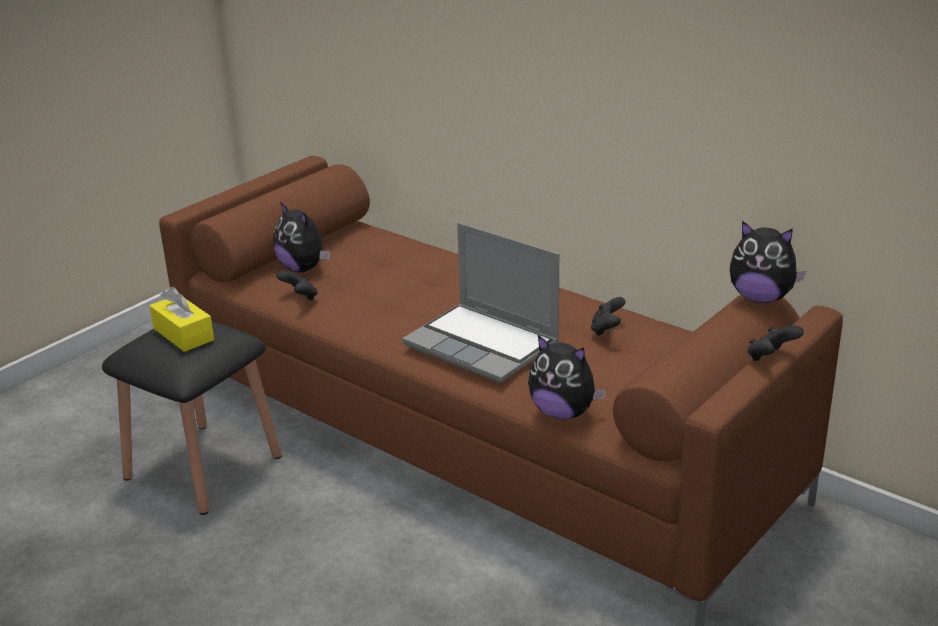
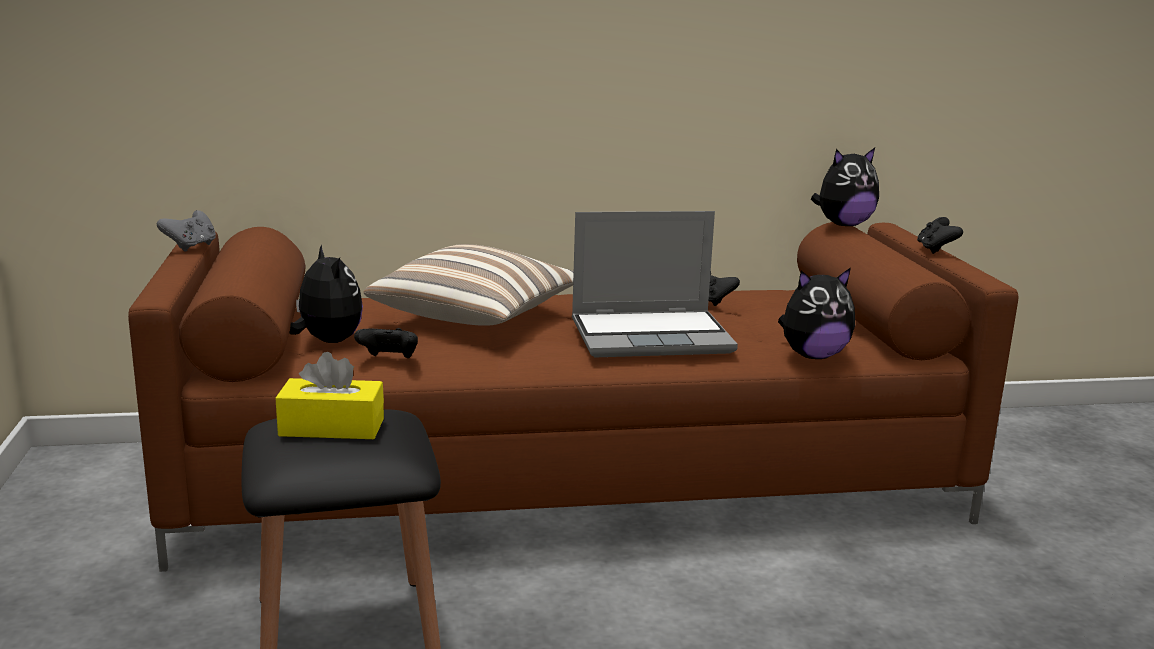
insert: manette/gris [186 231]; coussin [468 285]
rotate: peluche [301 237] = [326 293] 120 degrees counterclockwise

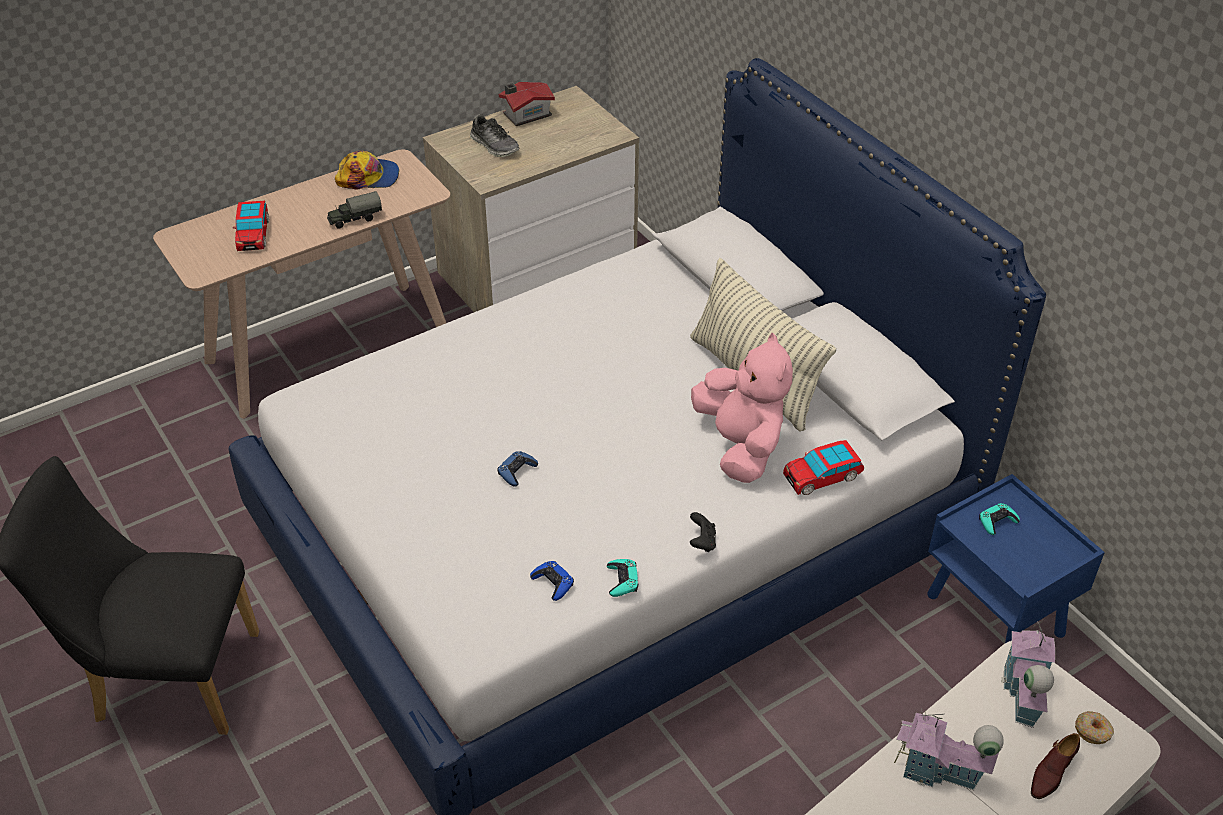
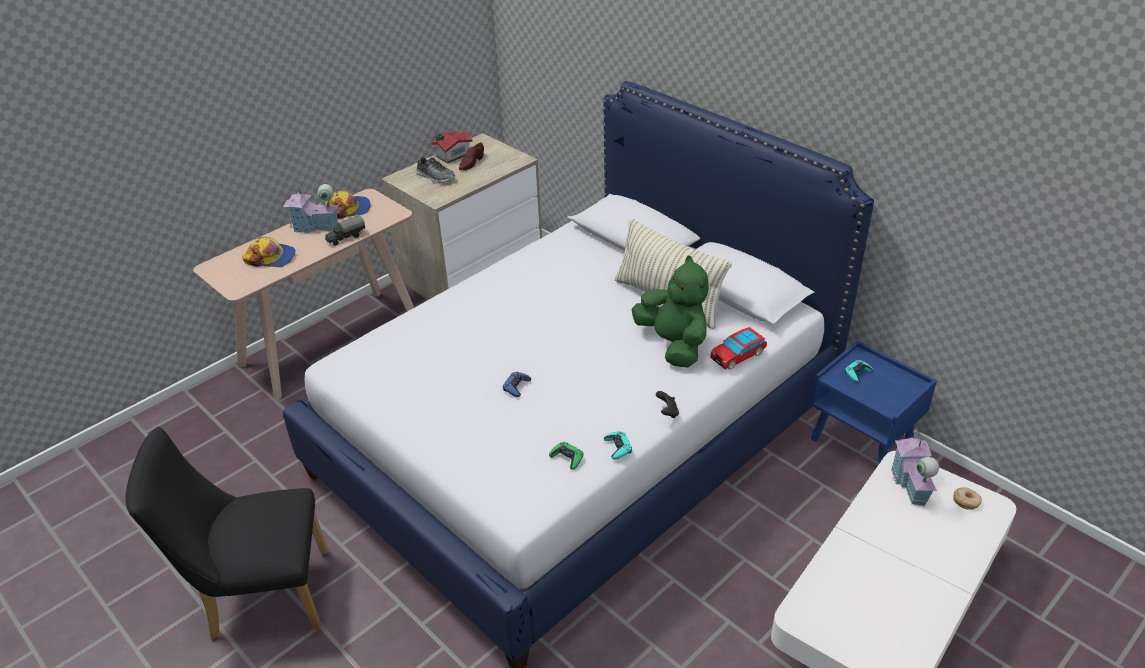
move: maison miniature [949 749] to [311 207]; chaussure/marron [1055 766] to [471 156]
replace: petite voiture [251 226] to casquette [269 252]
recolor: peluche/rose [742 408] to peluche/vert [670 311]; manette/bleu [552 581] to manette/vert [566 456]

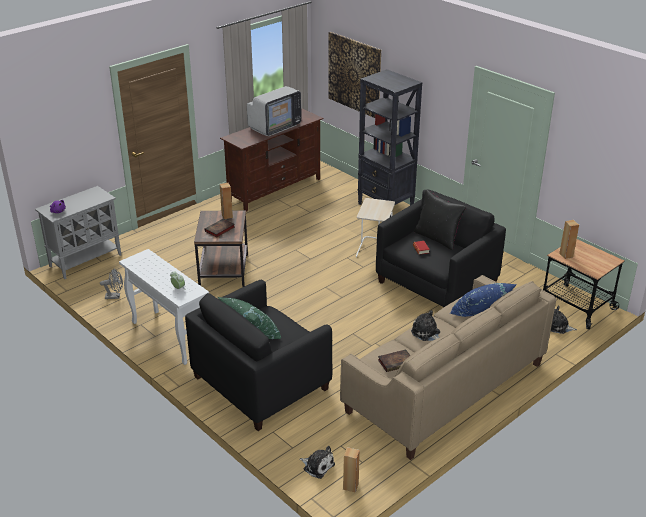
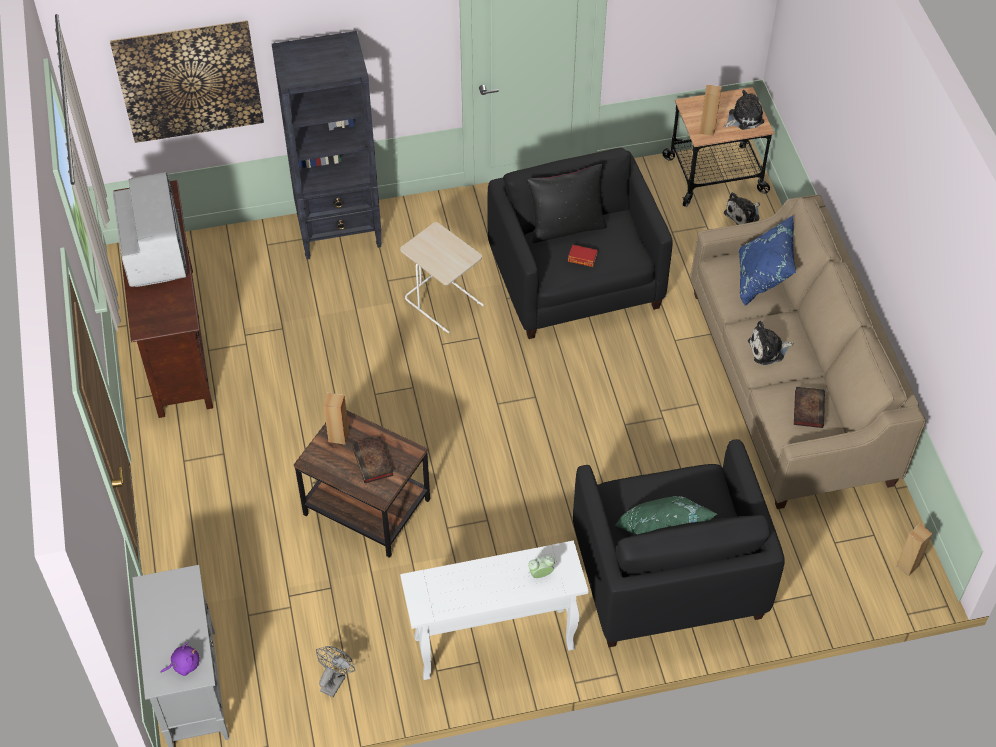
move: peluche [317 462] to [744 110]

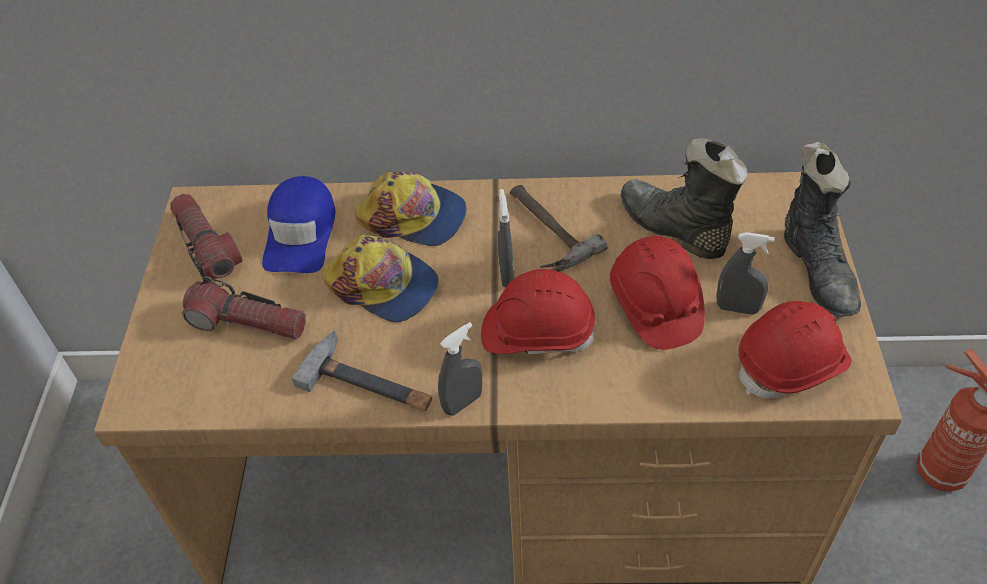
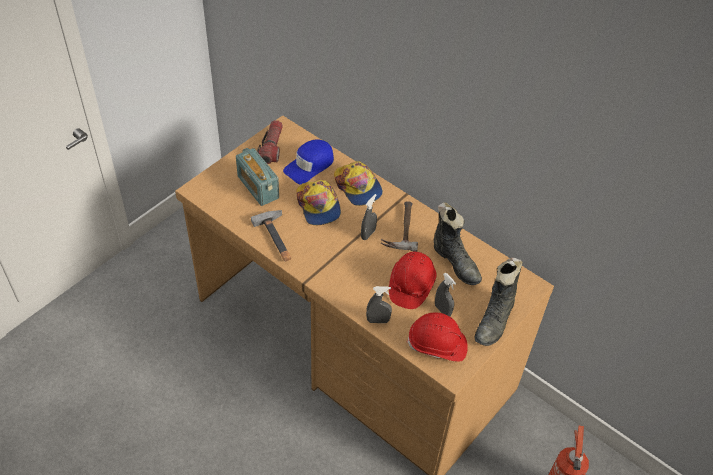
delete: casque de chantier/rouge [538 312]
move: vaporisateur/gris [460 369] to [379 304]
replace: lampe de poche [244 307] to radio [257 177]
rotate: botte/noir [684 198] = [458 244] 150 degrees clockwise

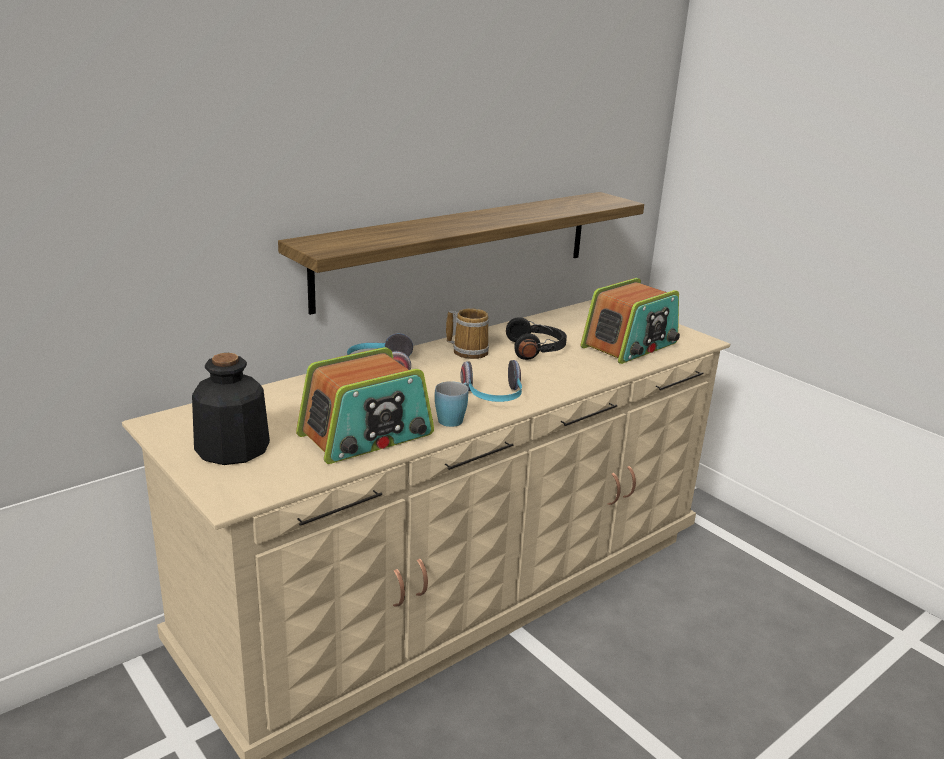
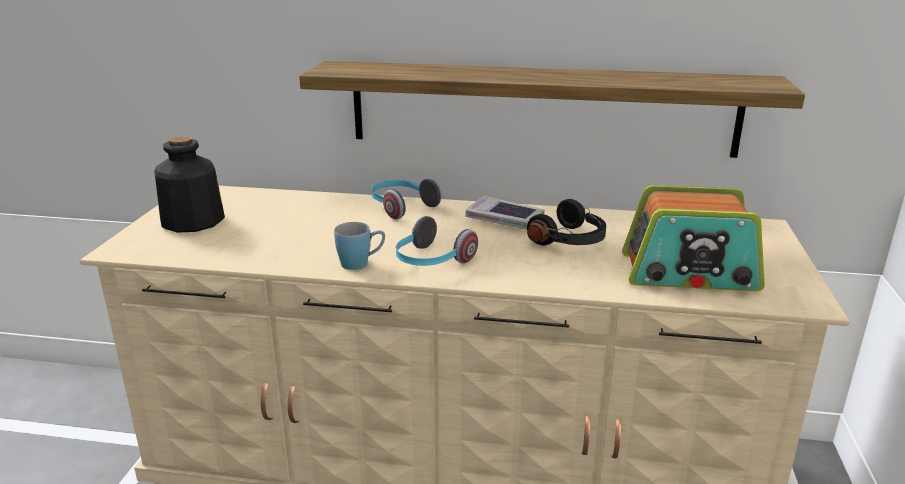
delete: radio [365 405]
replace: mug [467 333] to livre [504 212]

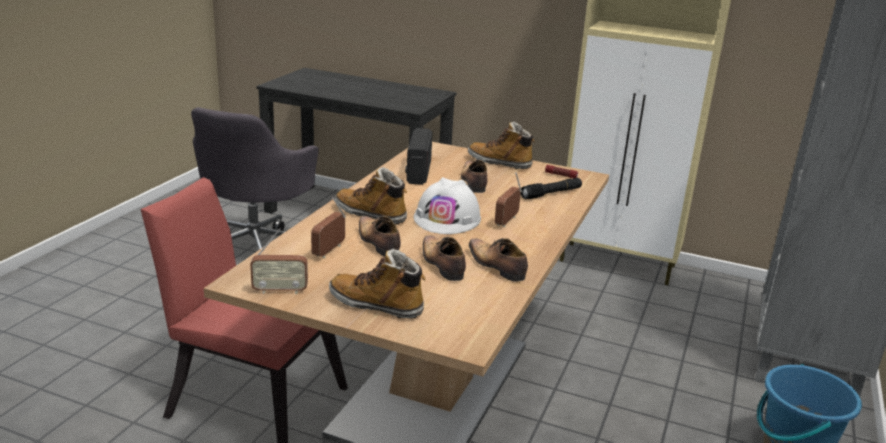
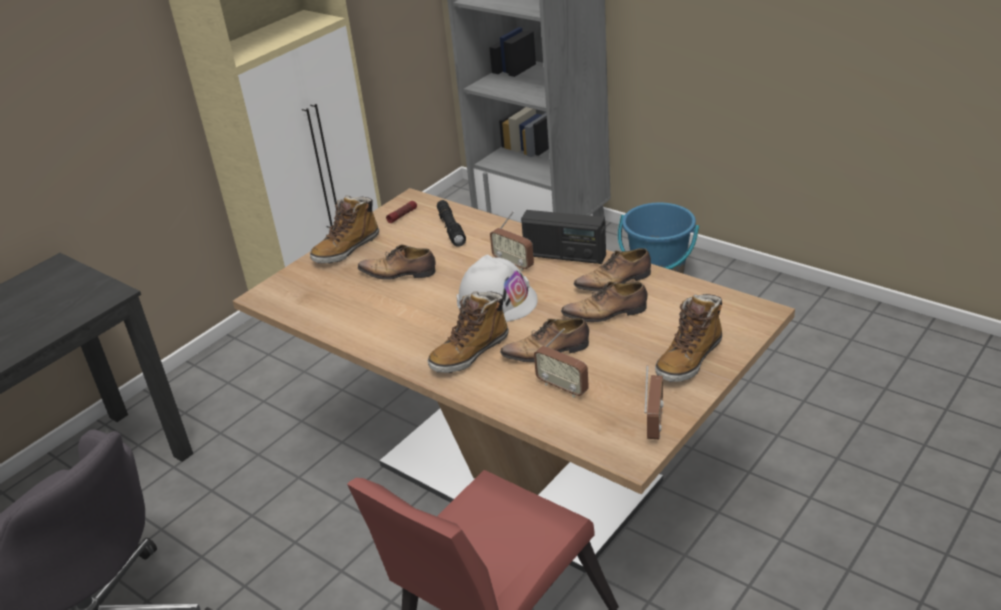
move: radio [419 156] to [563 237]

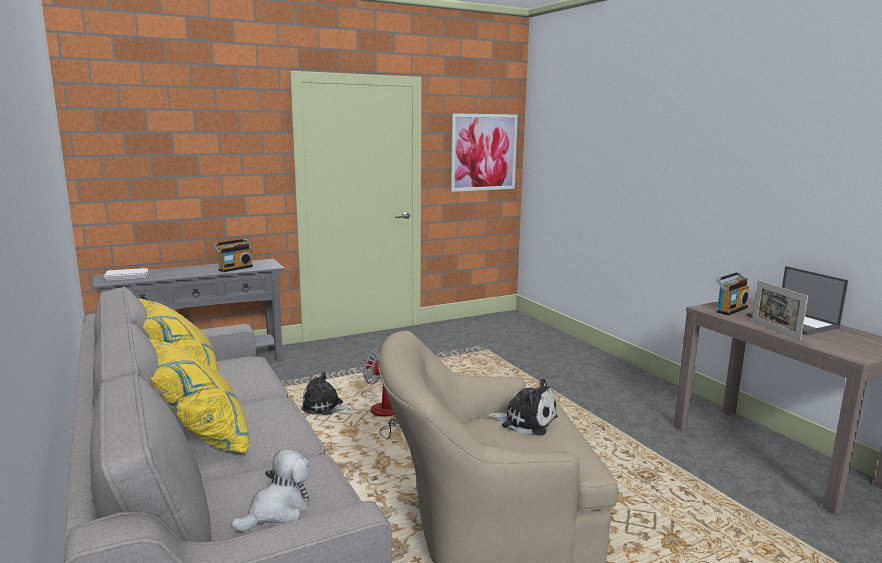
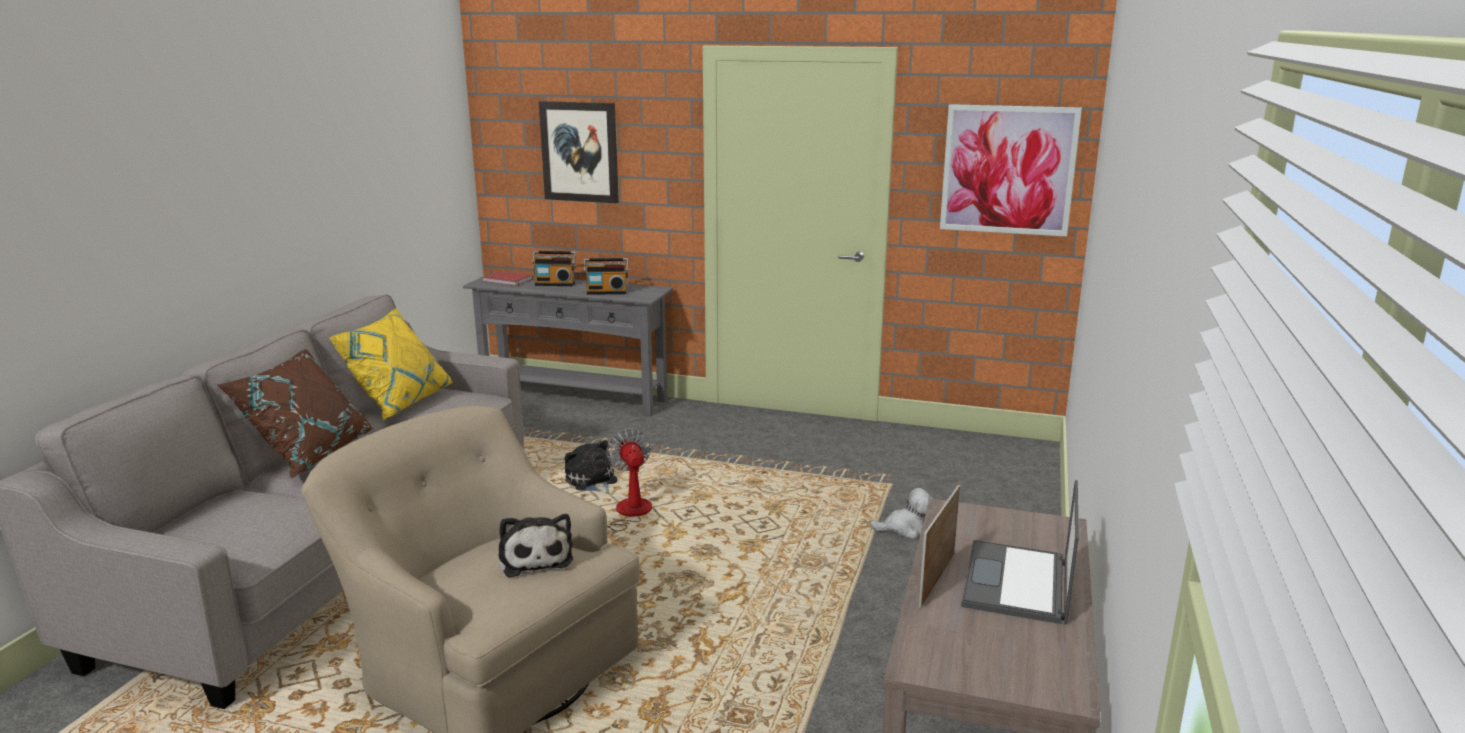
insert: tableau [579 152]
move: radio [732 294] to [554 268]; peluche [270 490] to [901 513]
recolor: livre/blanc [125 274] to livre/rouge [507 278]; coussin/jaune [198 395] to coussin/marron [294 413]

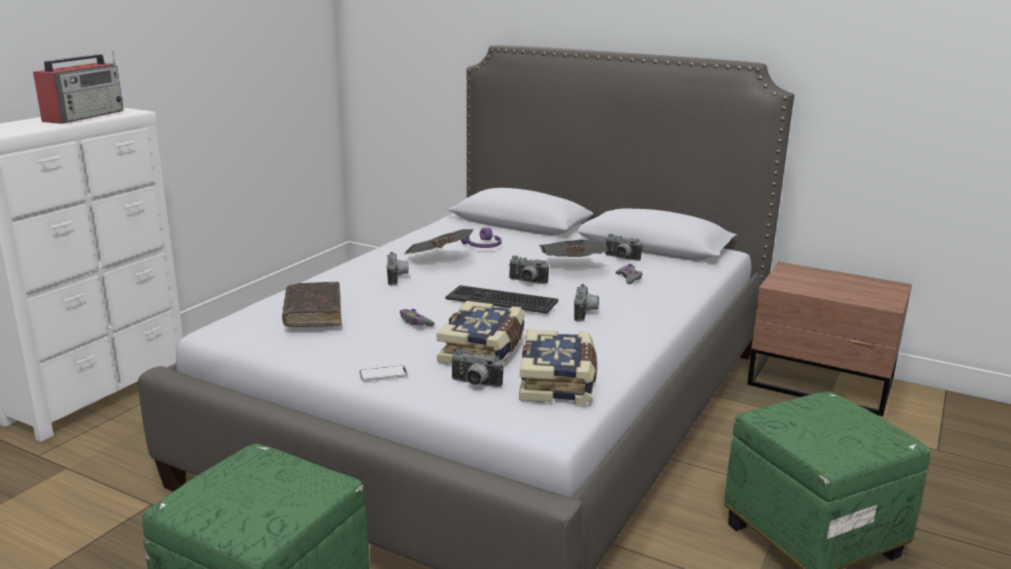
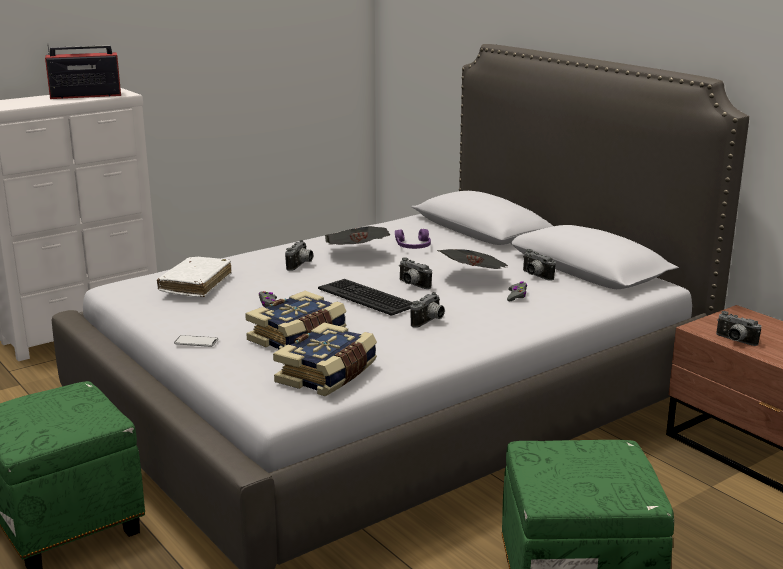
move: appareil photo [477 368] to [738 328]
recolor: livre/marron [312 304] to livre/blanc [194 277]
rotate: radio [78 87] = [83 71] 150 degrees counterclockwise

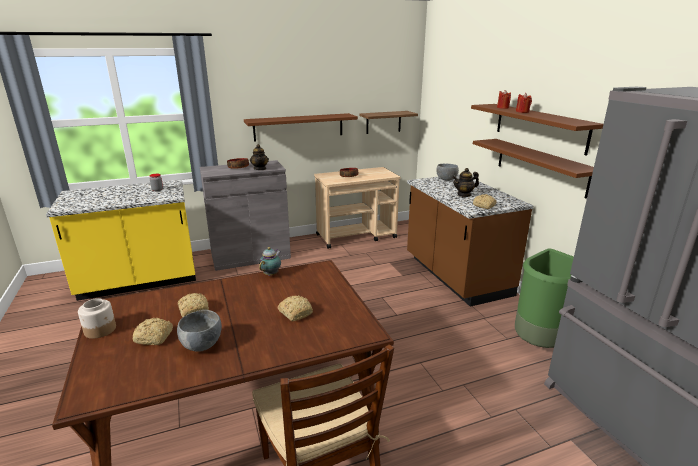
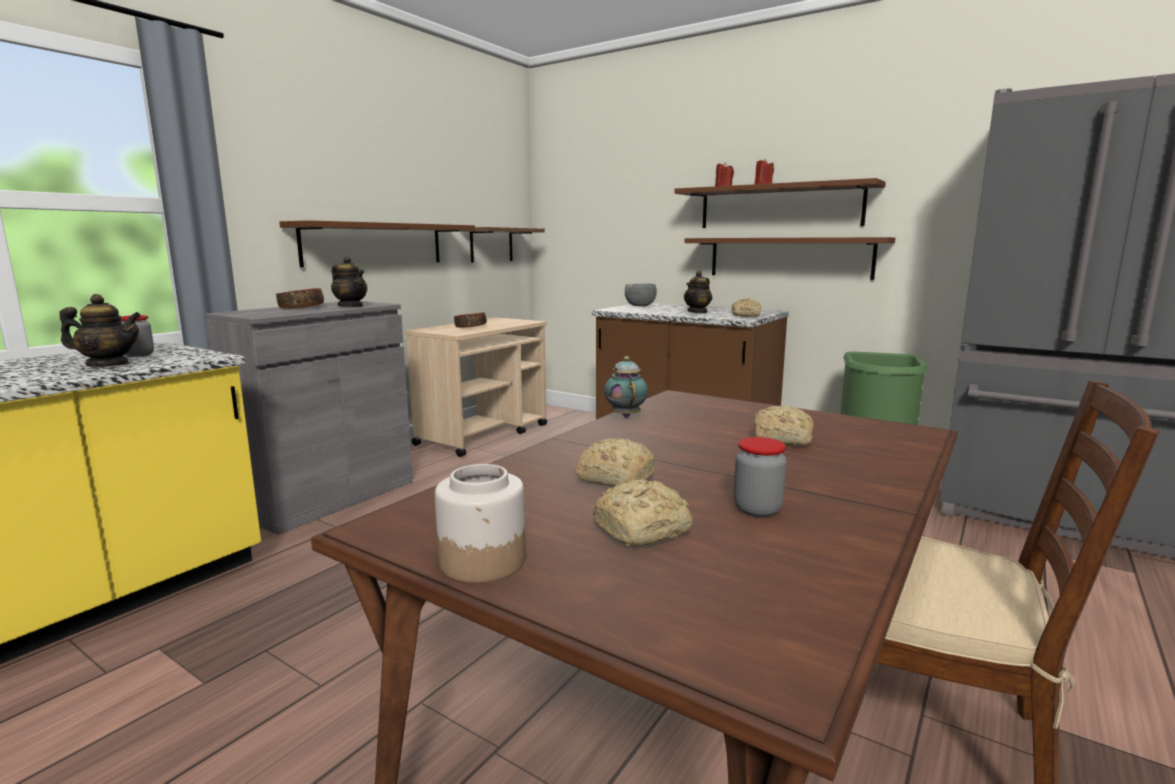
insert: théière [100 330]
replace: bol/gris [199 331] to bocal [760 477]

